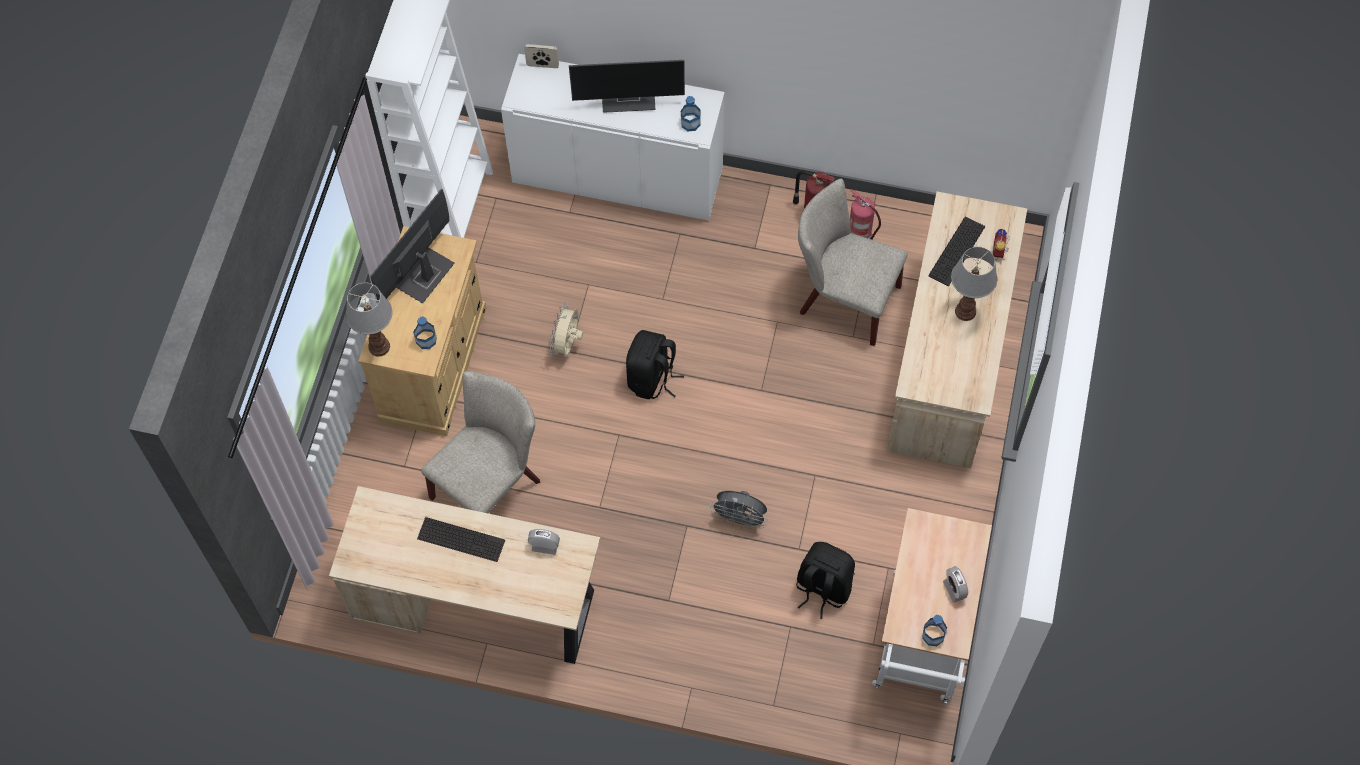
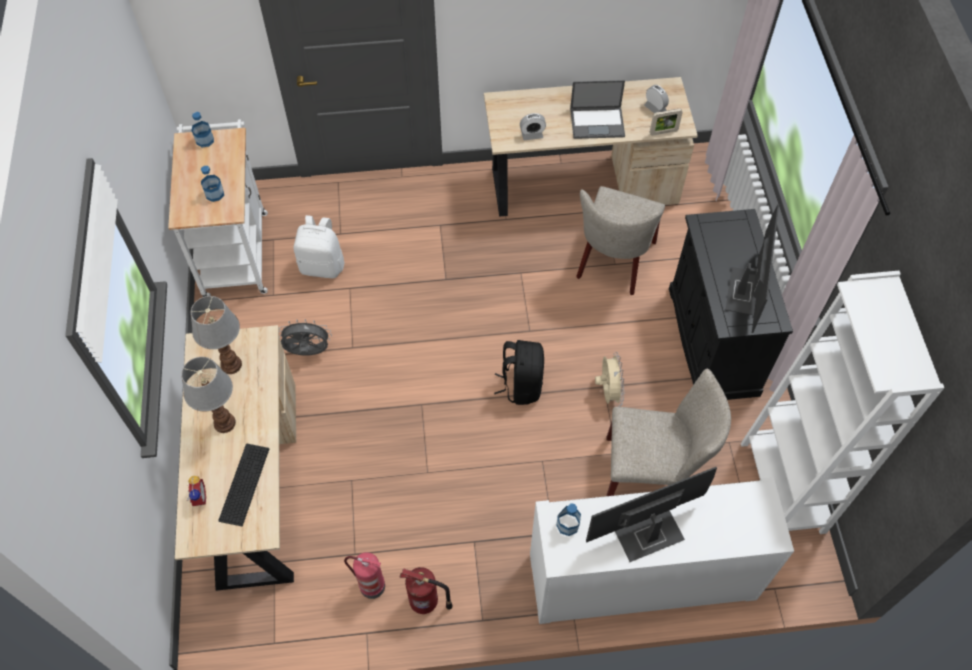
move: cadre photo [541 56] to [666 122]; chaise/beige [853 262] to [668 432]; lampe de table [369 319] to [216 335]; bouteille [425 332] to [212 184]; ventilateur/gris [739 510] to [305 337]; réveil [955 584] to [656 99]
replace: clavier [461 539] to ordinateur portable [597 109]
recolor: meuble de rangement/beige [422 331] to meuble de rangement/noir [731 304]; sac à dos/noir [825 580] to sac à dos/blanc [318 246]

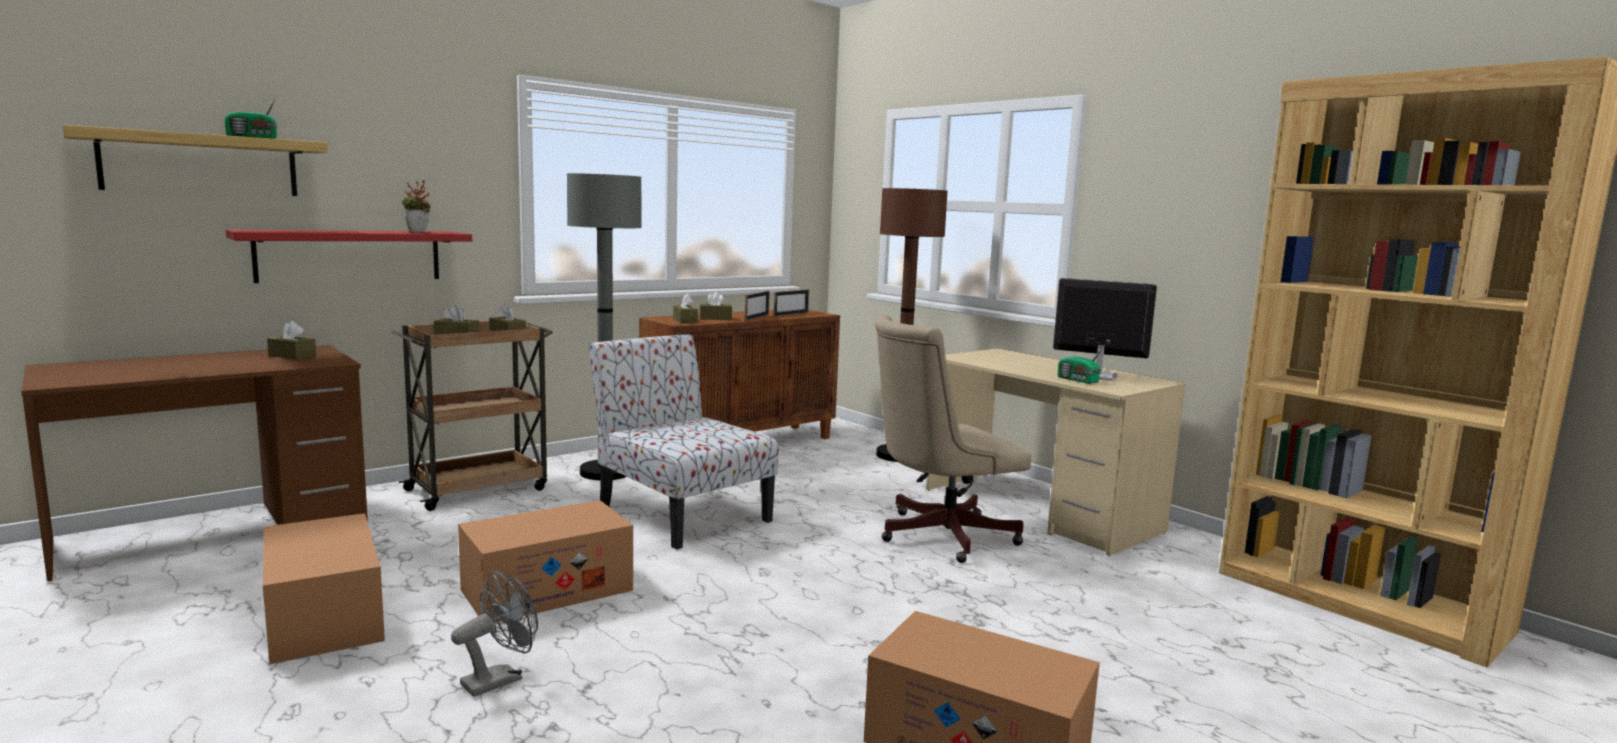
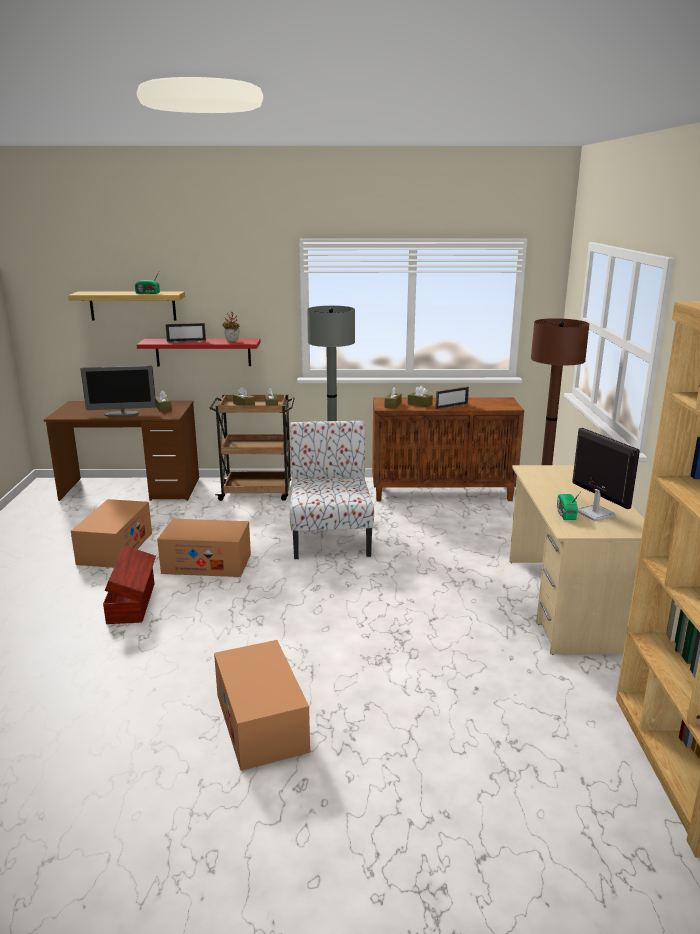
delete: chaise de bureau/beige [953 439]
insert: écran d'ordinateur [118 391]
move: cadre photo [791 302] to [185 332]
replace: ventilateur/gris [494 634] to boîte de rangement/marron [129 584]

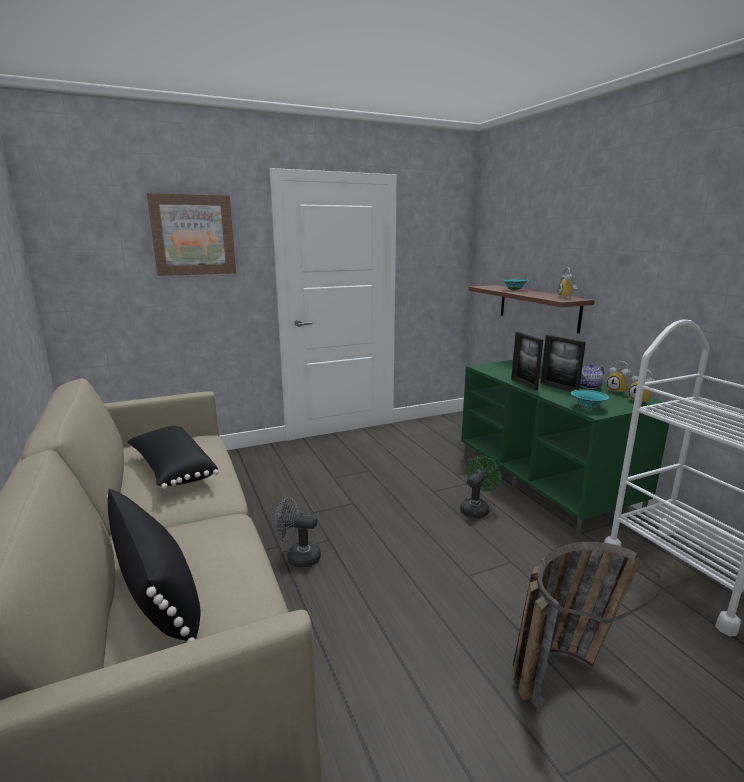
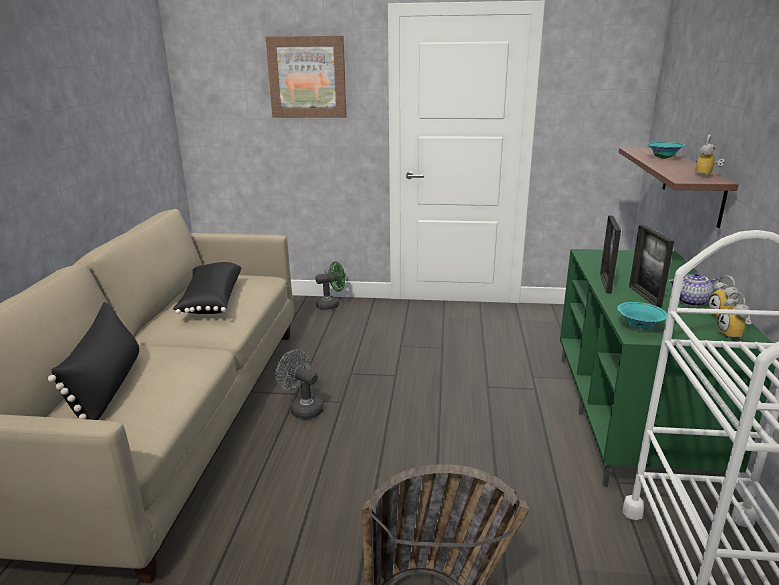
move: ventilateur/vert [480 487] to [330 286]

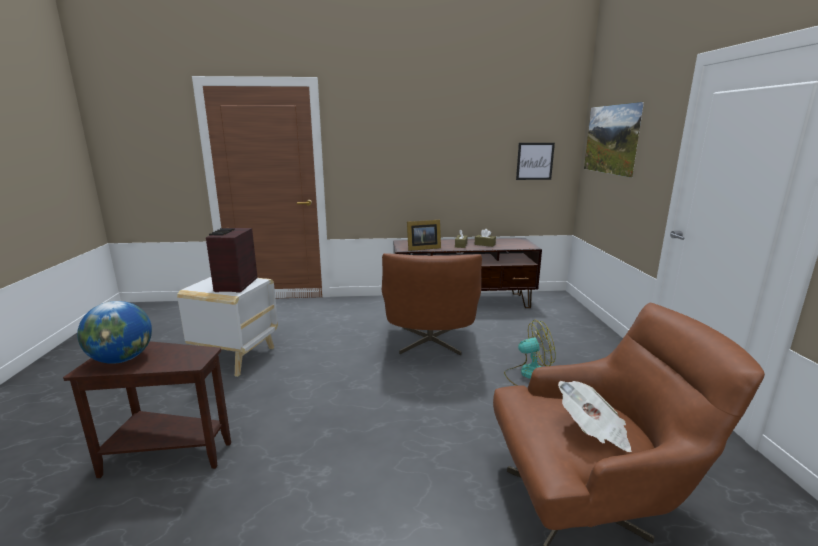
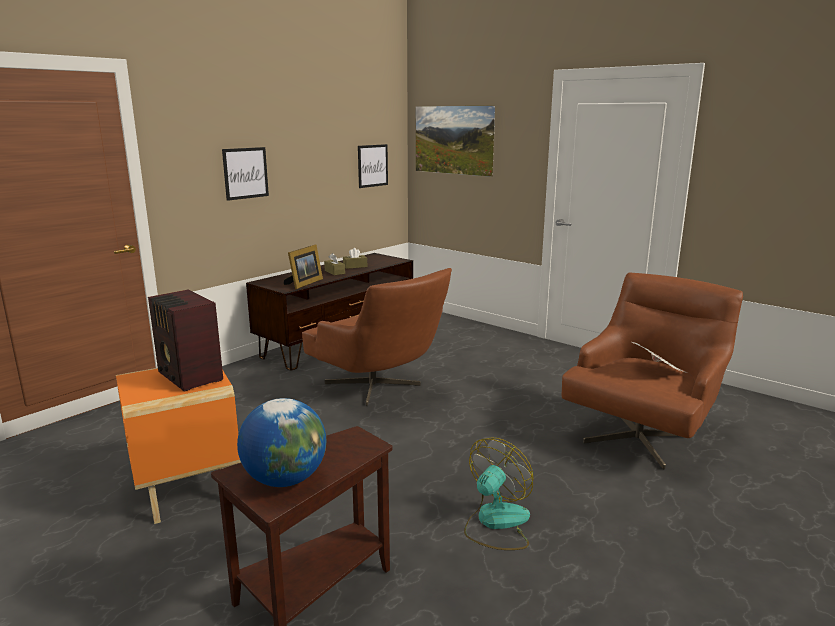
insert: tableau [245 174]
move: ventilateur [530 353] to [498 493]
recolor: table d'appoint/blanc [227 327] to table d'appoint/orange [178 446]

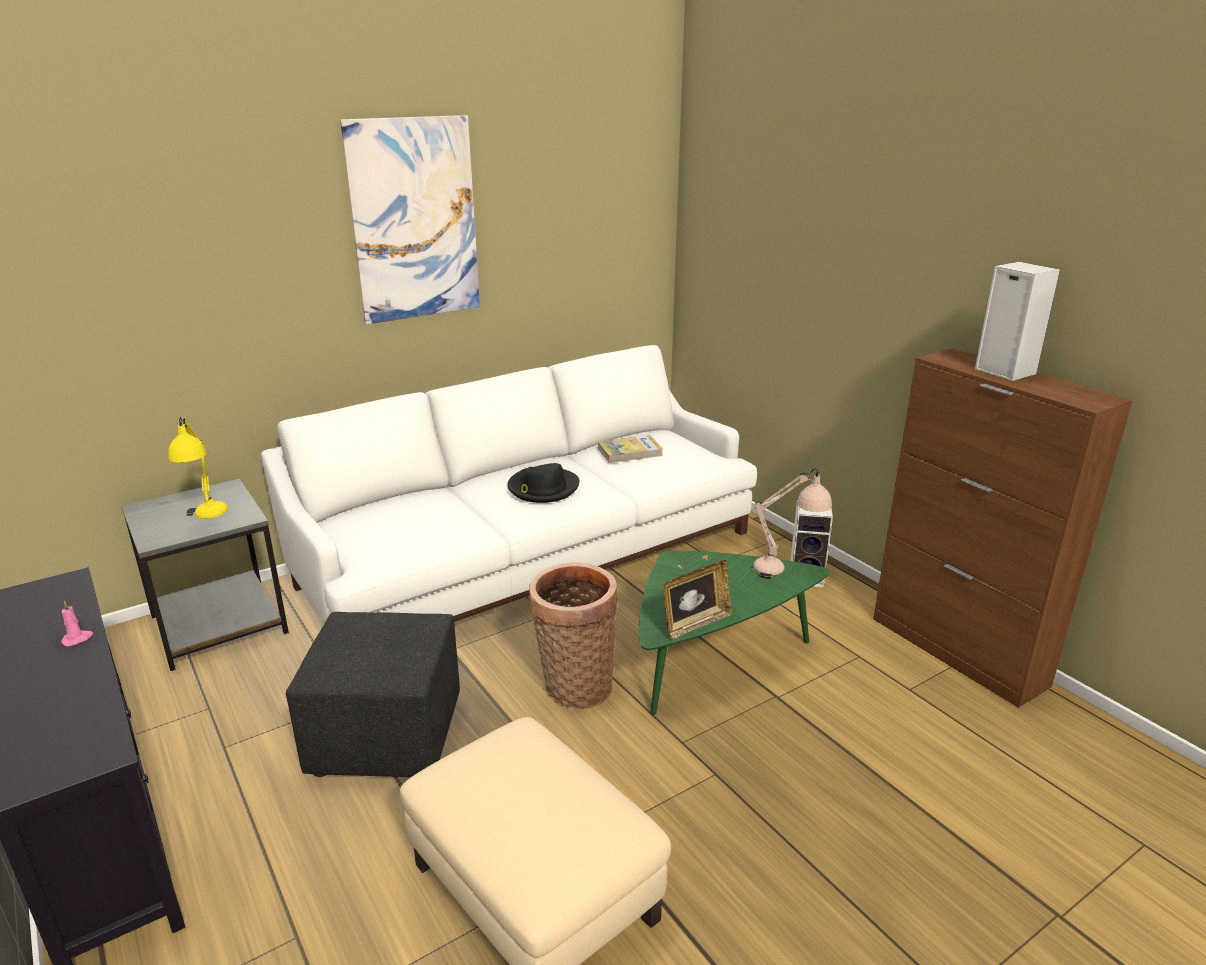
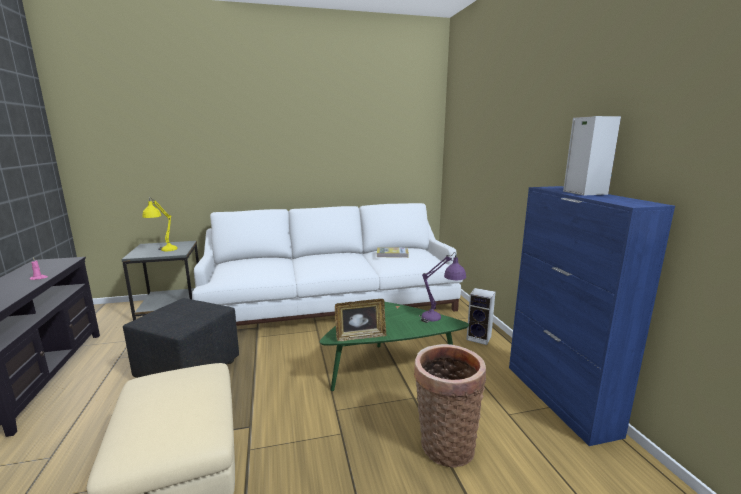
delete: tableau [410 220]; chapeau/noir [543 483]
move: panier [573 635] to [450 406]
recolor: meuble de rangement/marron [1003 528] to meuble de rangement/bleu [592 316]; lampe de table/beige [791 523] to lampe de table/violet [442 287]

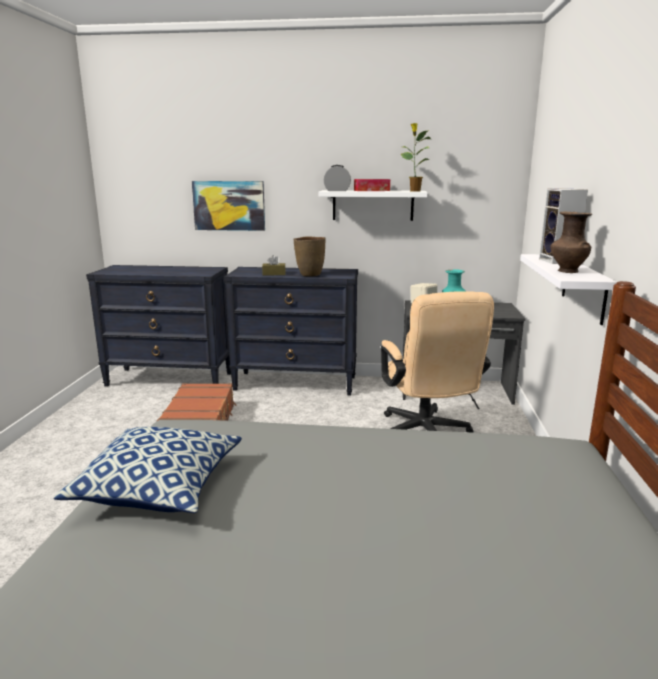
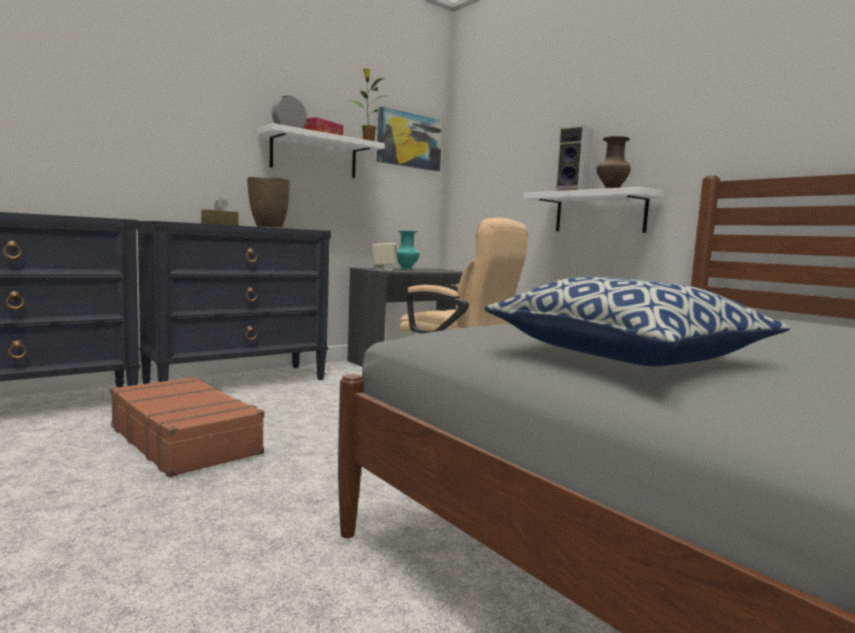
move: tableau [228 206] to [409 139]

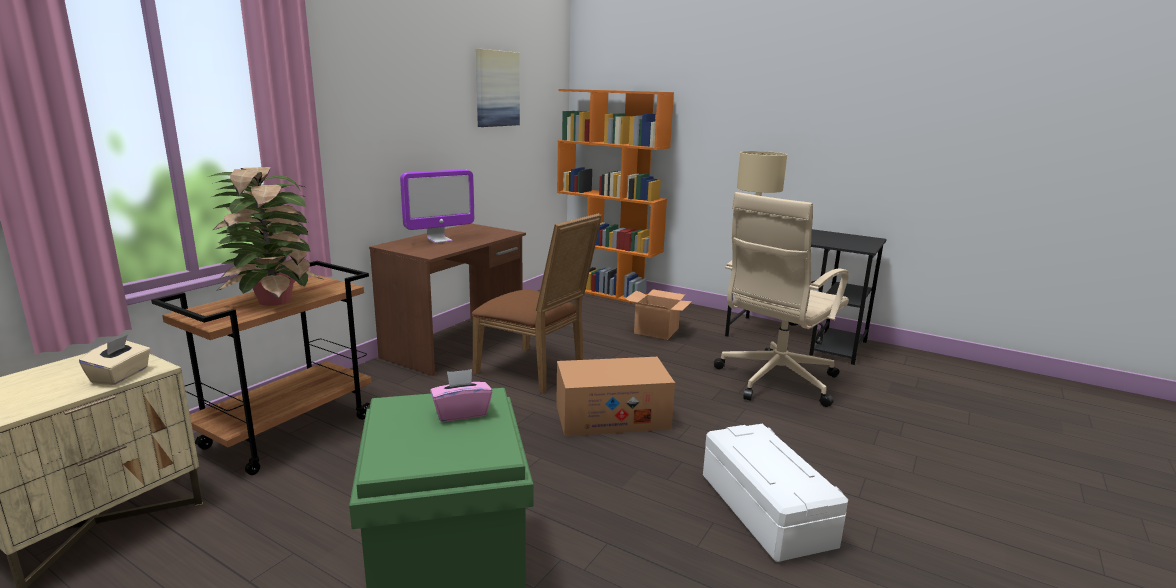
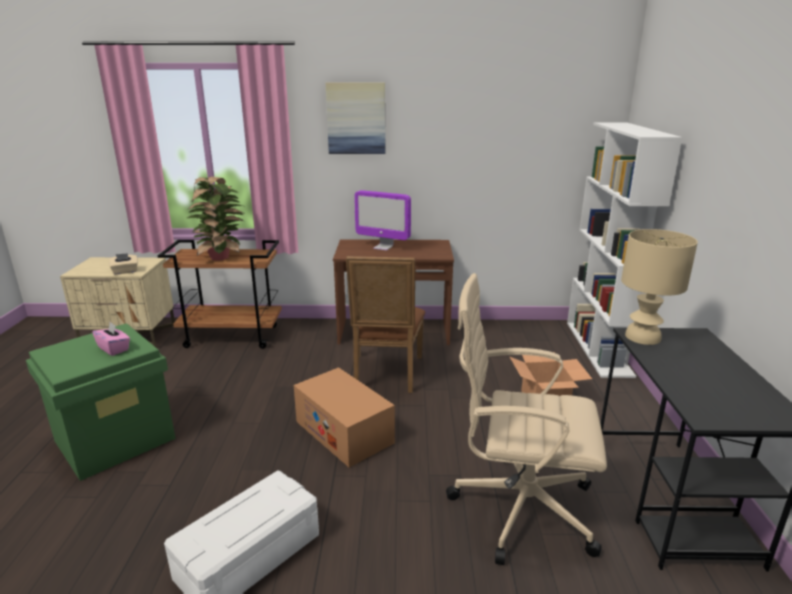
move: tableau [498 88] to [355 118]
recolor: bibliothèque/orange [615 196] to bibliothèque/blanc [625 250]

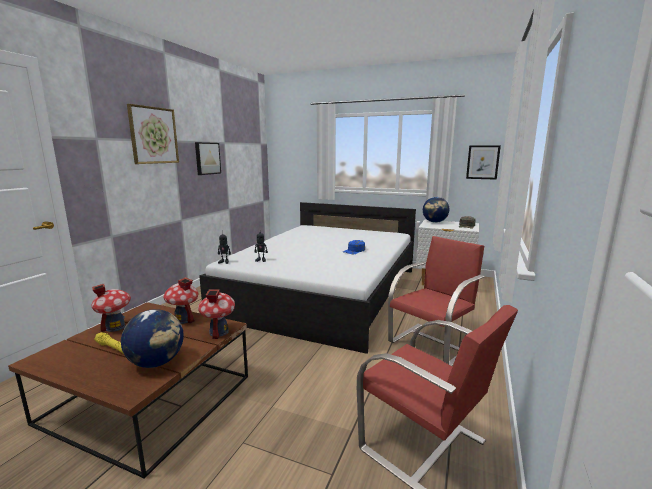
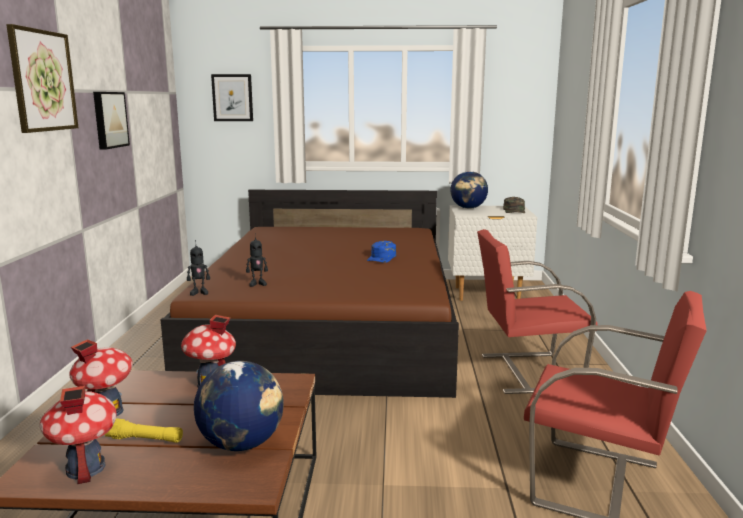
move: tableau [483 162] to [232 97]; maison miniature [216 314] to [78 435]
recolor: lit/blanc [307 278] to lit/marron [310 294]
rotate: chaise/rouge [436 301] = [537 311] 120 degrees counterclockwise

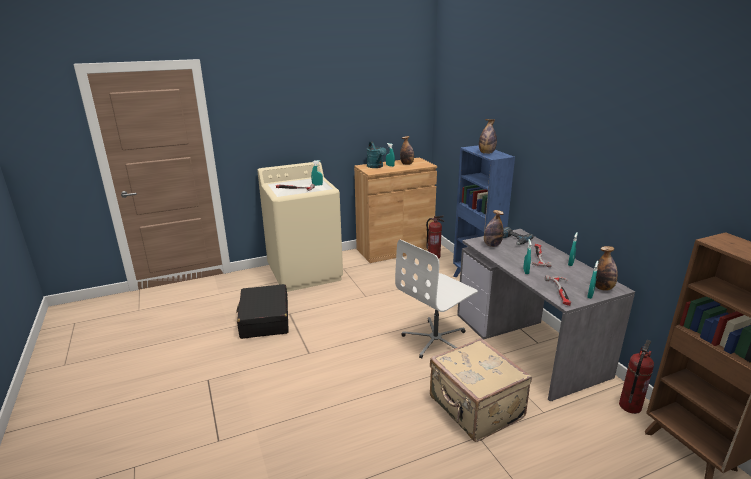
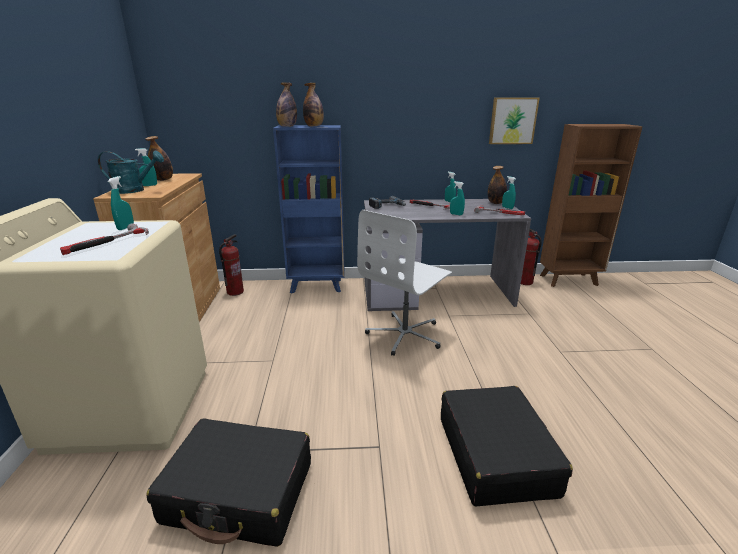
delete: valise/beige [481 390]
insert: tableau [514 121]; valise/noir [507 446]
move: bouteille [494 228] to [286 104]
rotate: chaise de bureau/blanc [436 299] = [404 283] 60 degrees clockwise

